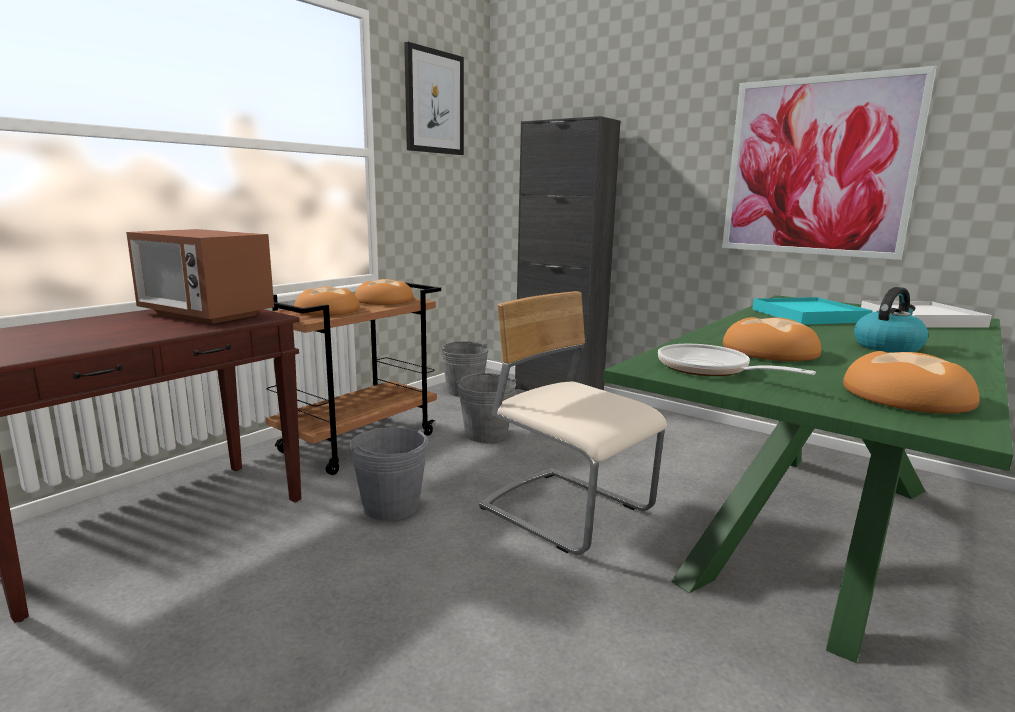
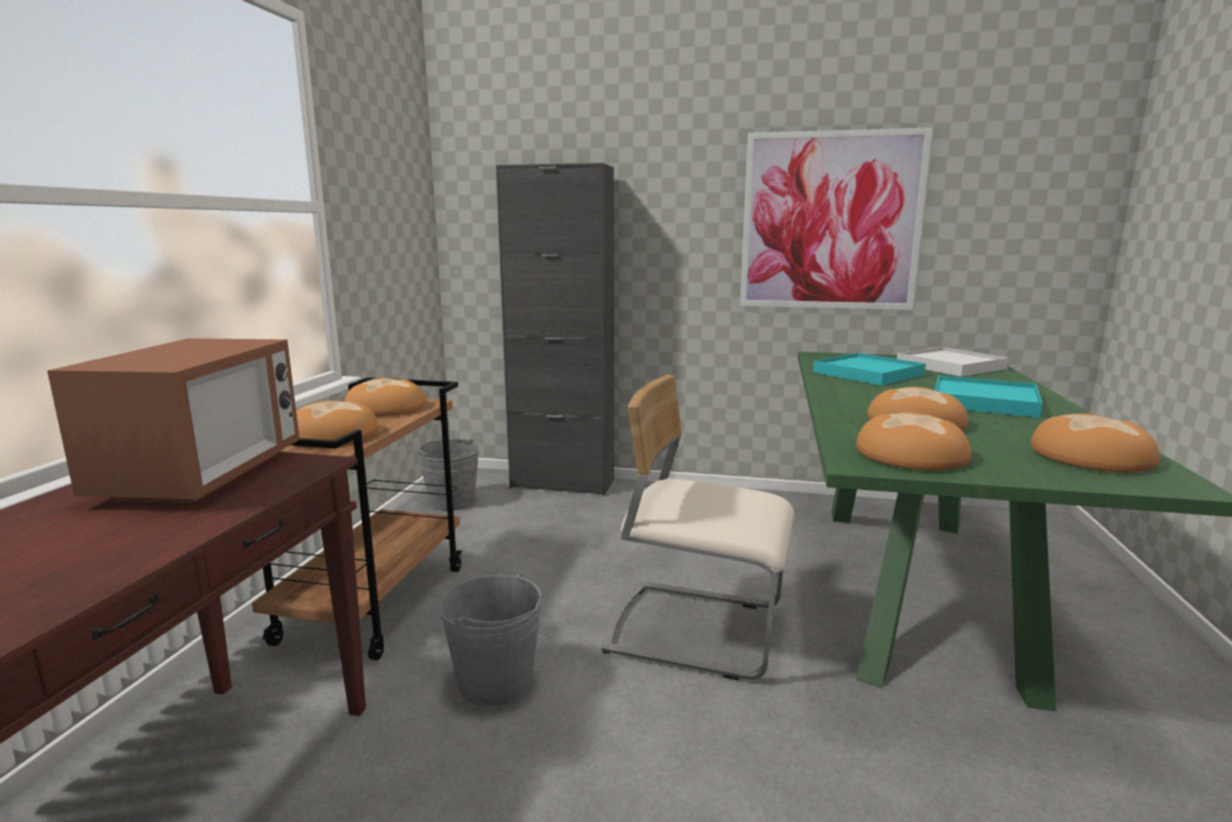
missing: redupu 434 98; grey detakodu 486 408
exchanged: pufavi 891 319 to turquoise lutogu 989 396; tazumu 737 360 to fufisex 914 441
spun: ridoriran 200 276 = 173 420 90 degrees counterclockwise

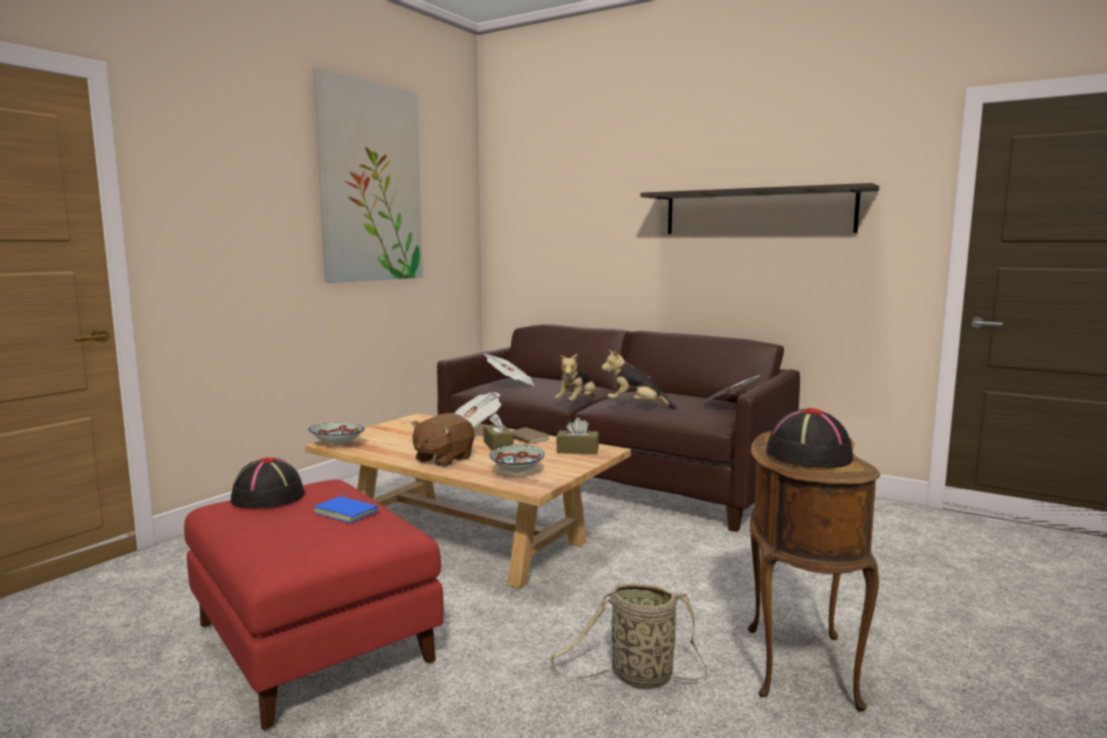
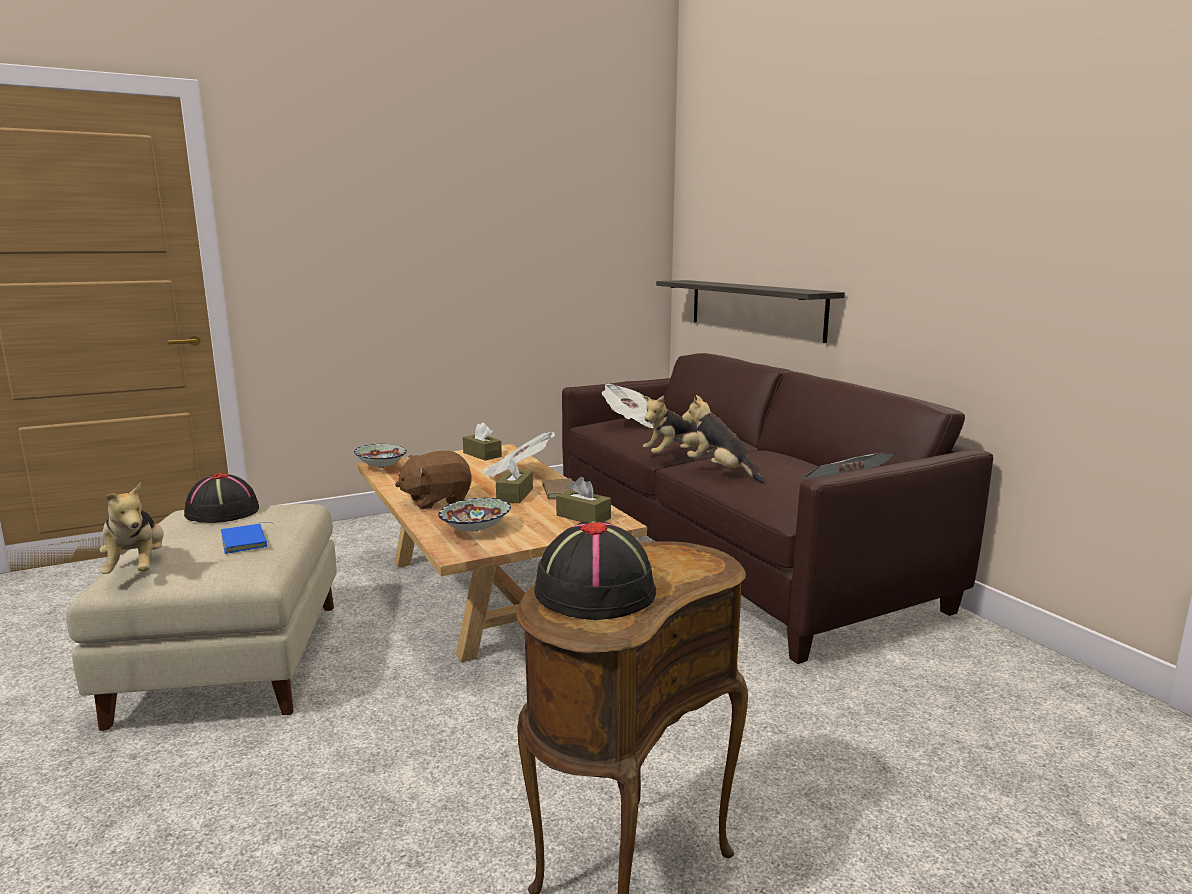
missing: redupu 368 175; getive 628 636
appeared: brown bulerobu 482 441; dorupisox 132 528
relocated: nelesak 760 208 to 750 311
colour: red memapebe 314 604 to beige memapebe 202 617

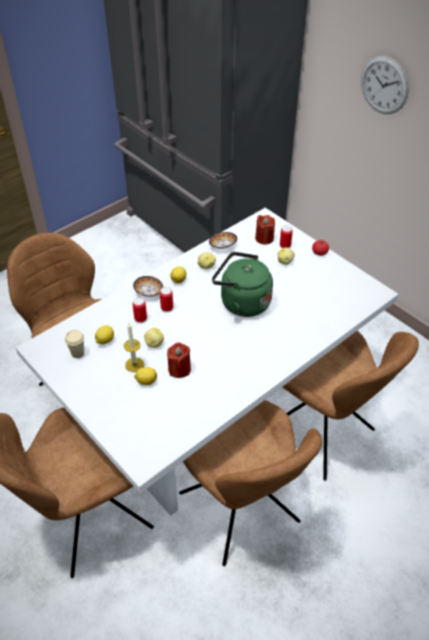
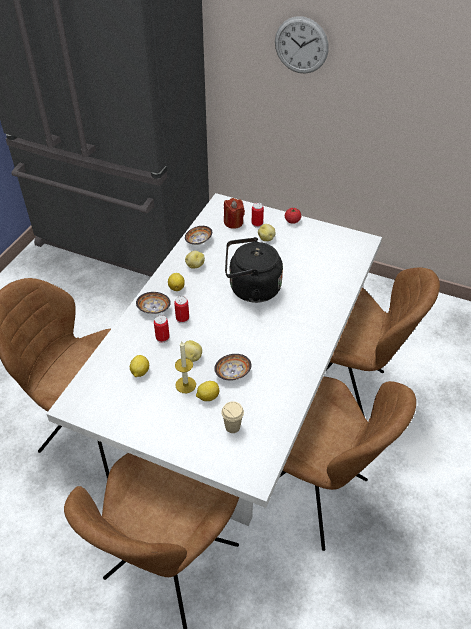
relocated: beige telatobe 74 344 to 232 417
exchanged: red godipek 179 360 to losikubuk 232 367
colour: green pufavi 242 284 to black pufavi 254 270

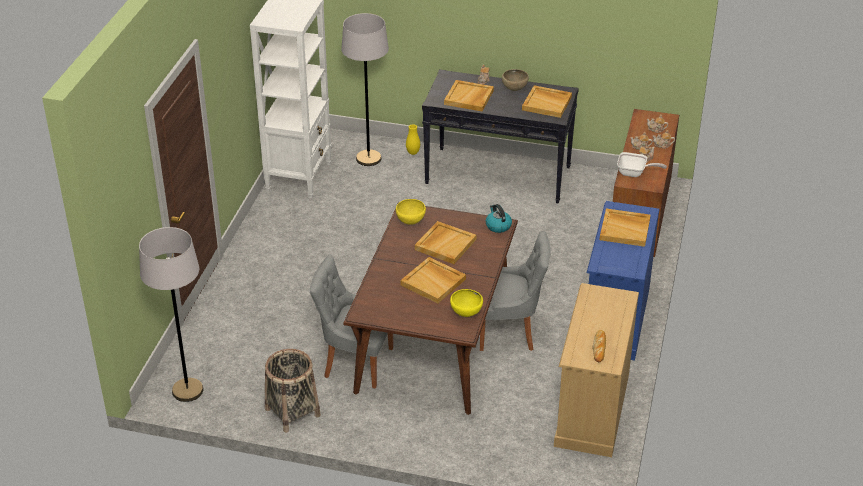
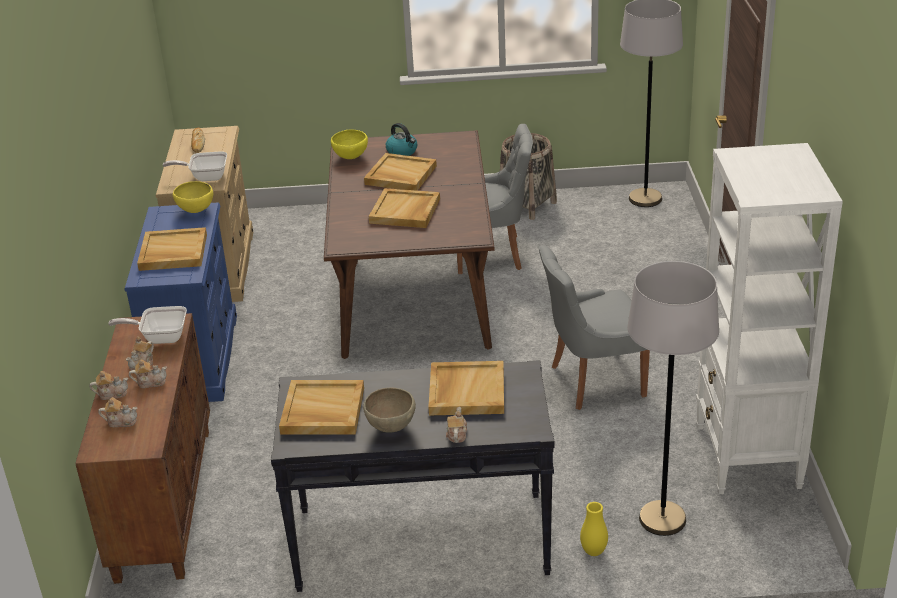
appeared: tazumu 195 166
relocated: yellow losikubuk 411 212 to 193 197; pufavi 499 218 to 401 139; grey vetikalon 515 291 to 594 327

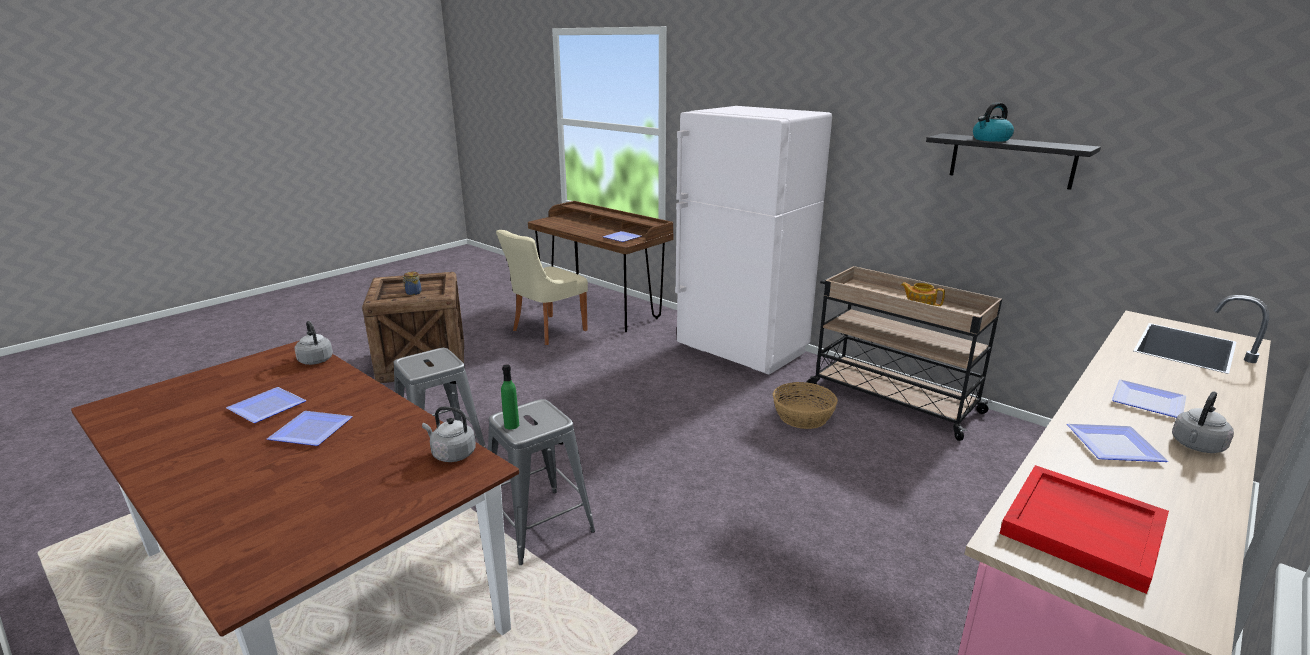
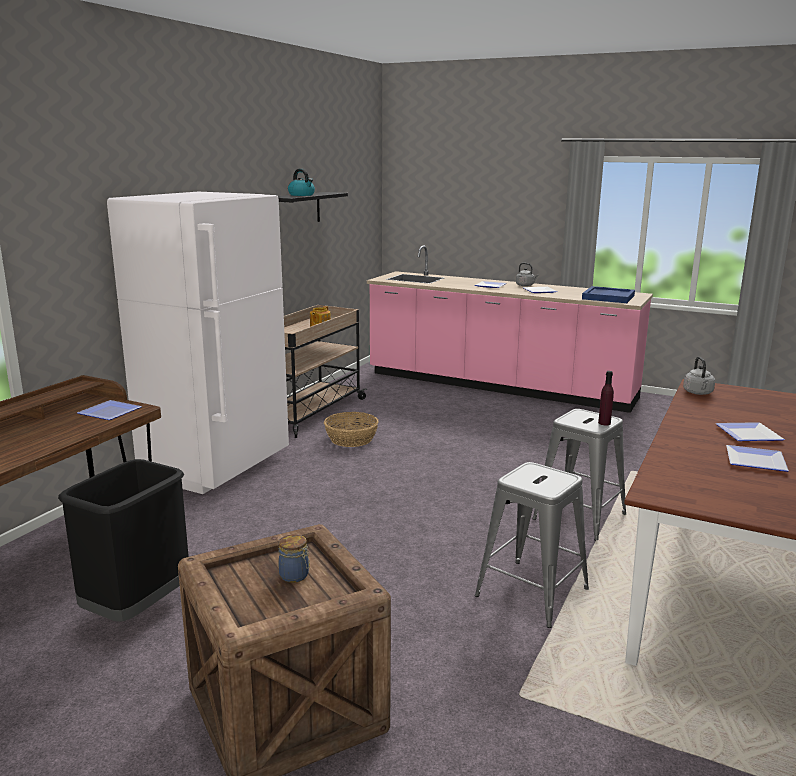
missing: grey pufavi 314 343
exchanged: beige vetikalon 542 287 to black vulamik 123 540
colour: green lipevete 510 396 to purple lipevete 606 398; red lutogu 1084 529 to blue lutogu 608 294

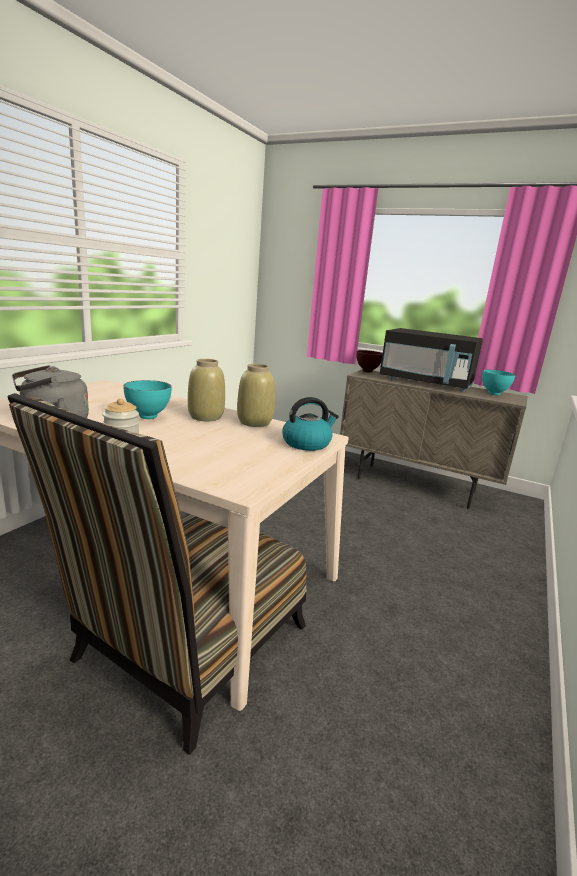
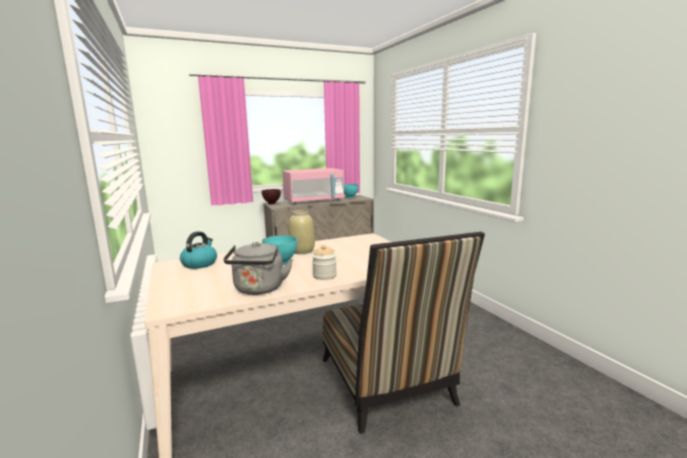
missing: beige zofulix 256 395
relocated: pufavi 310 424 to 198 250
colour: black ridoriran 431 360 to pink ridoriran 313 186

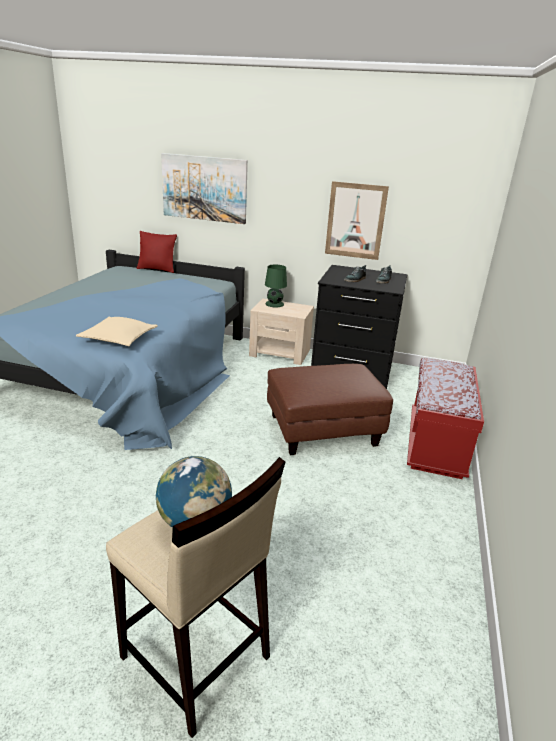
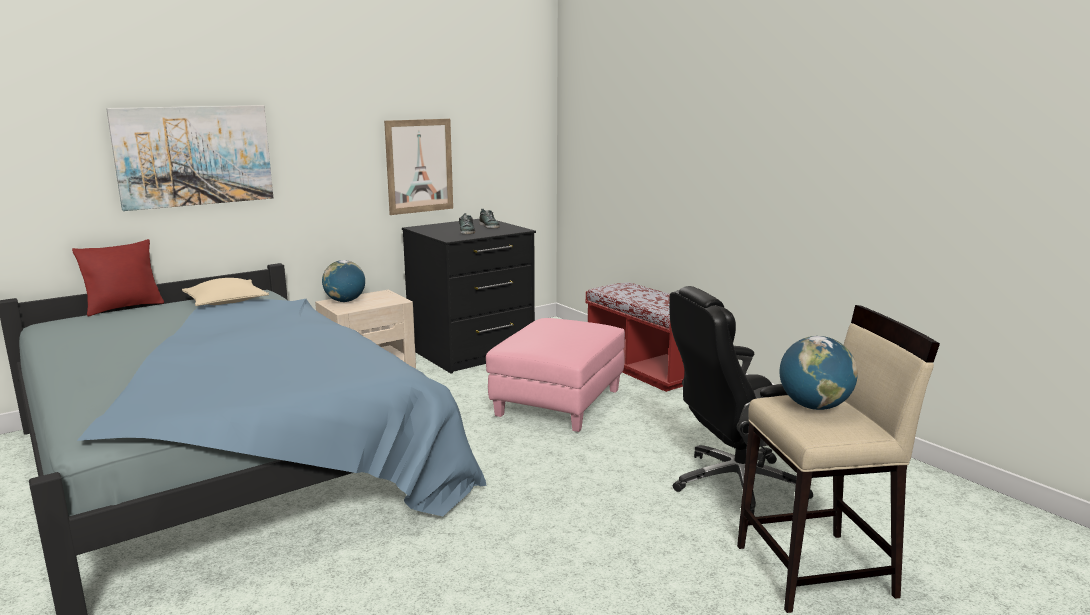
appeared: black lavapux 741 400
relocated: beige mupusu 117 331 to 225 292
exchanged: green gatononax 276 285 to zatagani 343 281
colour: brown memapebe 330 409 to pink memapebe 555 375

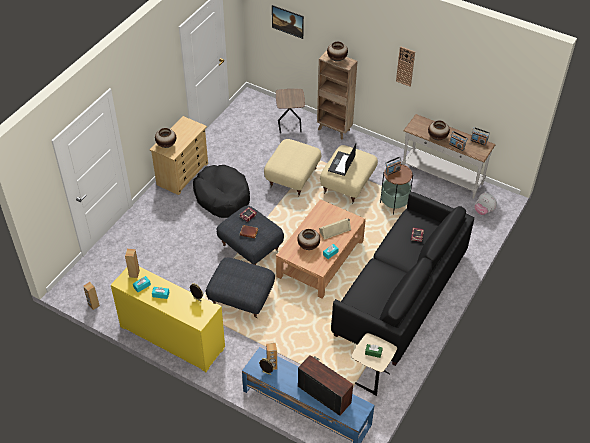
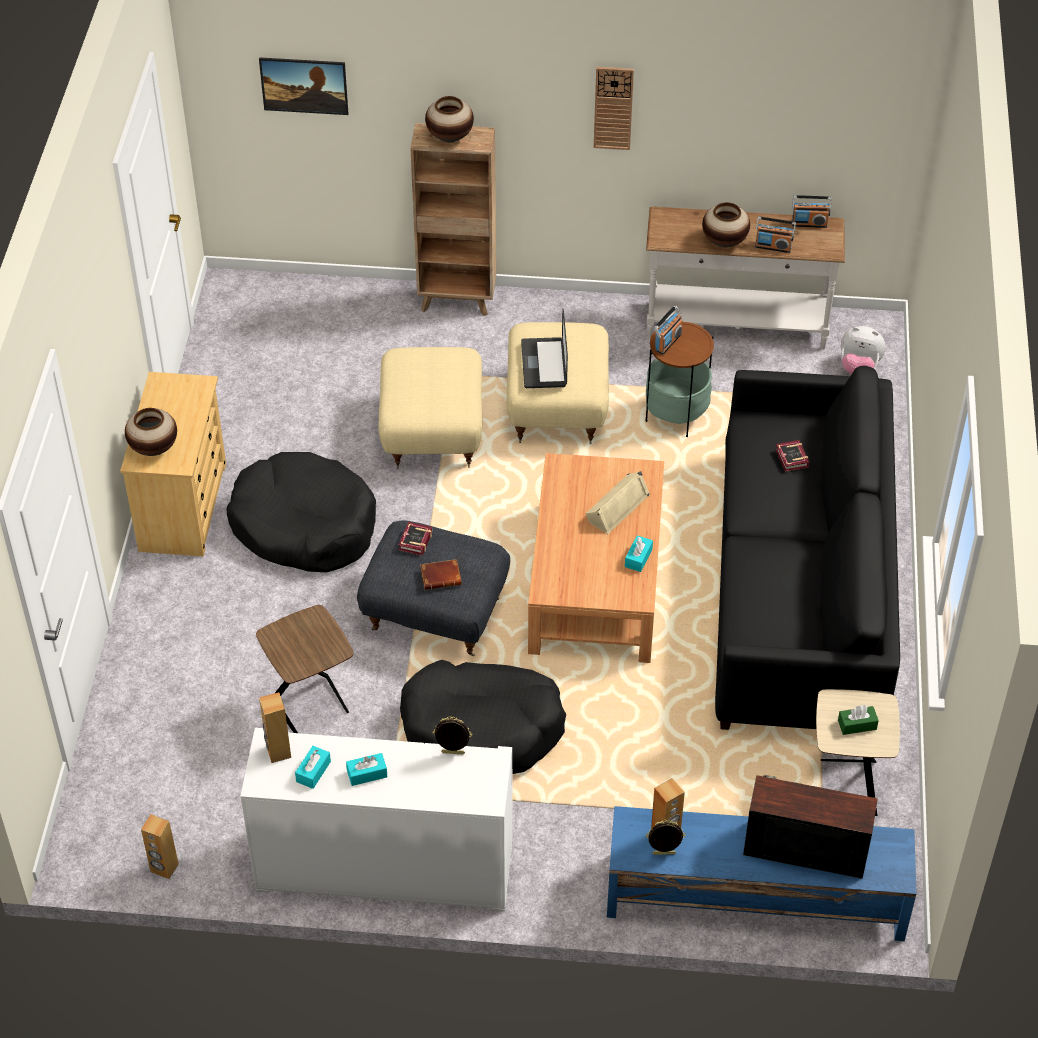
missing: zofulix 308 239
relocated: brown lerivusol 290 111 to 305 669
exchanged: grey memapebe 240 287 to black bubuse 483 717
colour: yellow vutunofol 168 319 to white vutunofol 376 819

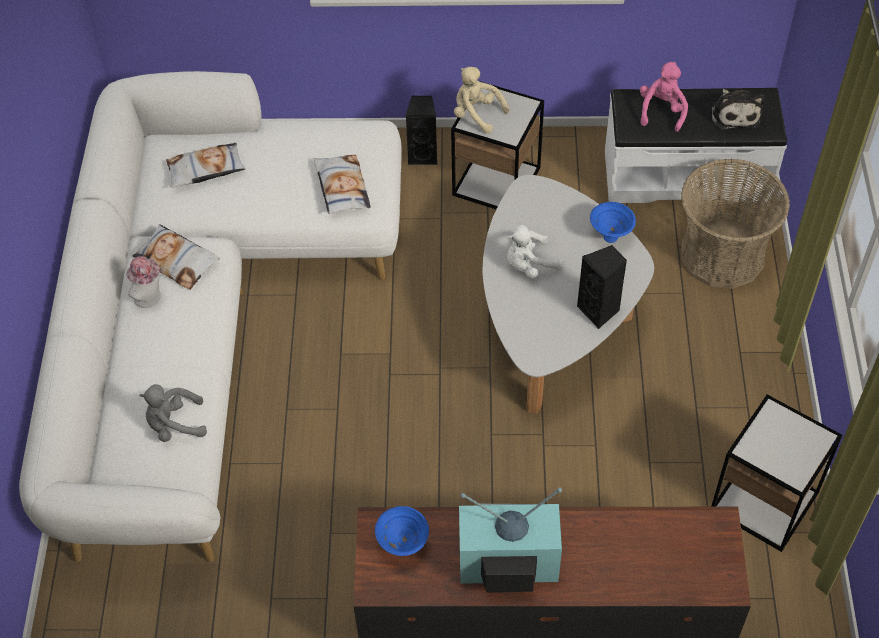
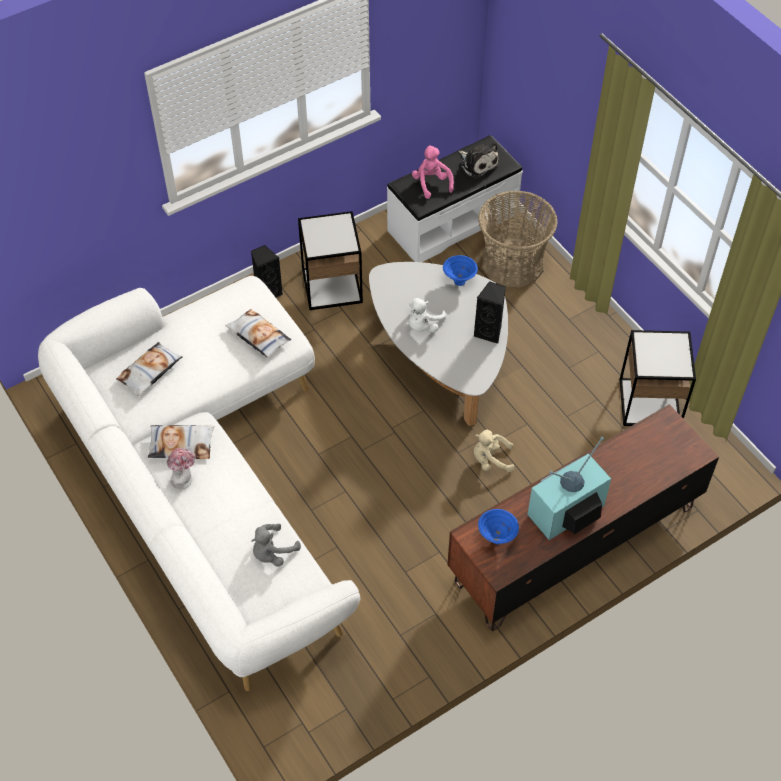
relocated: beige dorupisox 482 100 to 494 451

